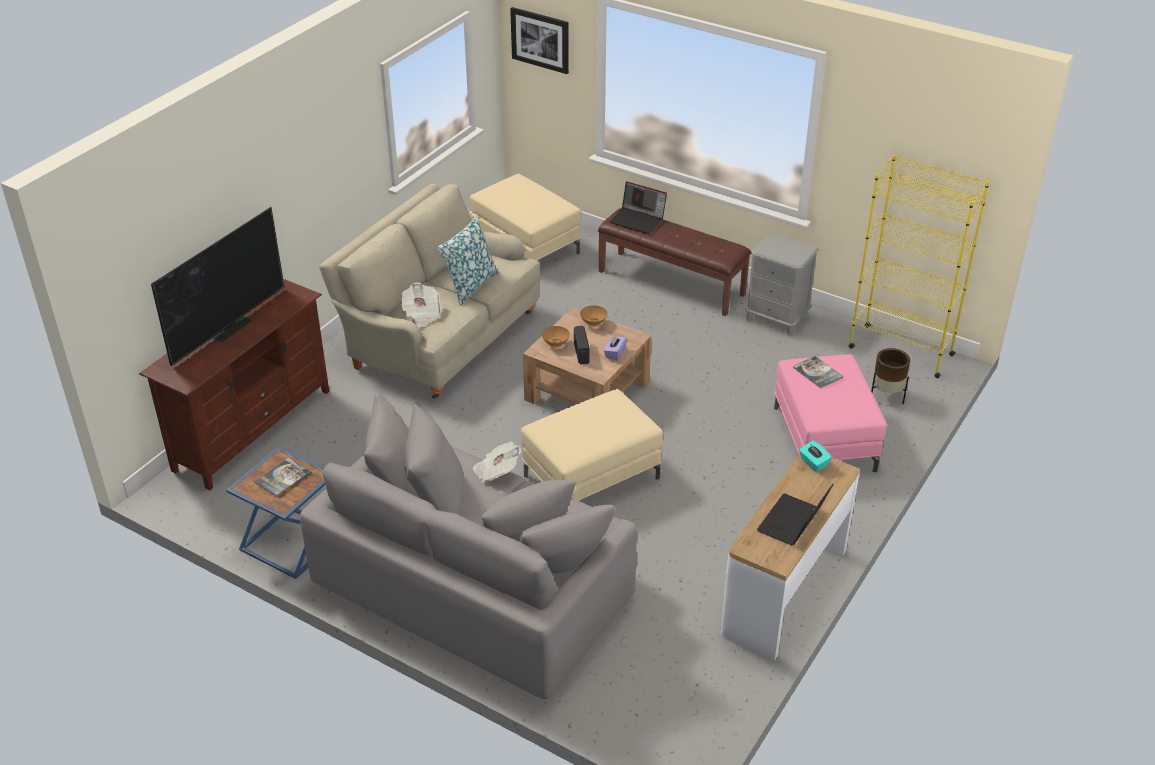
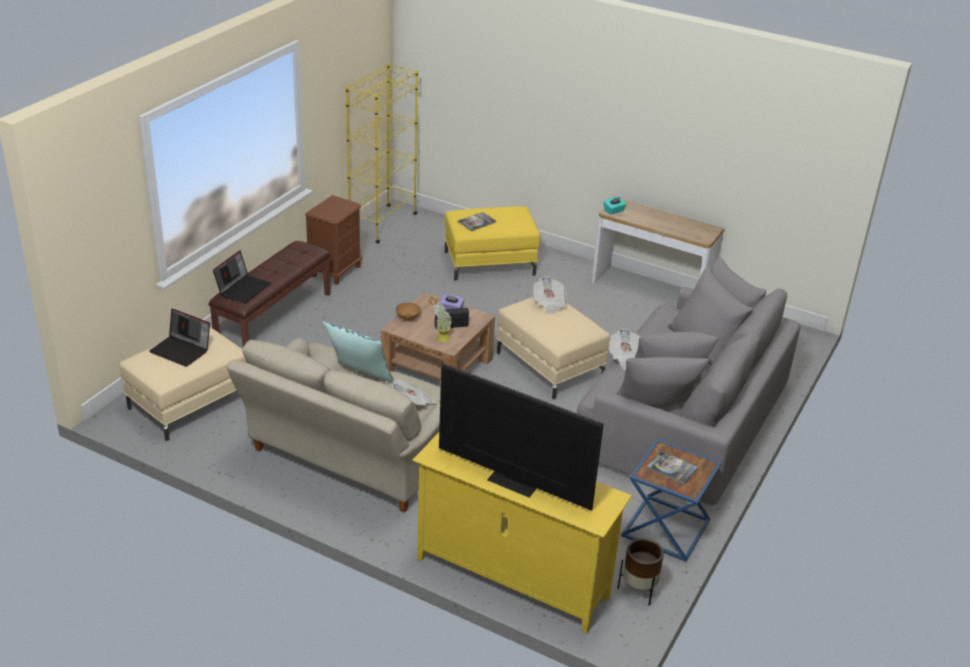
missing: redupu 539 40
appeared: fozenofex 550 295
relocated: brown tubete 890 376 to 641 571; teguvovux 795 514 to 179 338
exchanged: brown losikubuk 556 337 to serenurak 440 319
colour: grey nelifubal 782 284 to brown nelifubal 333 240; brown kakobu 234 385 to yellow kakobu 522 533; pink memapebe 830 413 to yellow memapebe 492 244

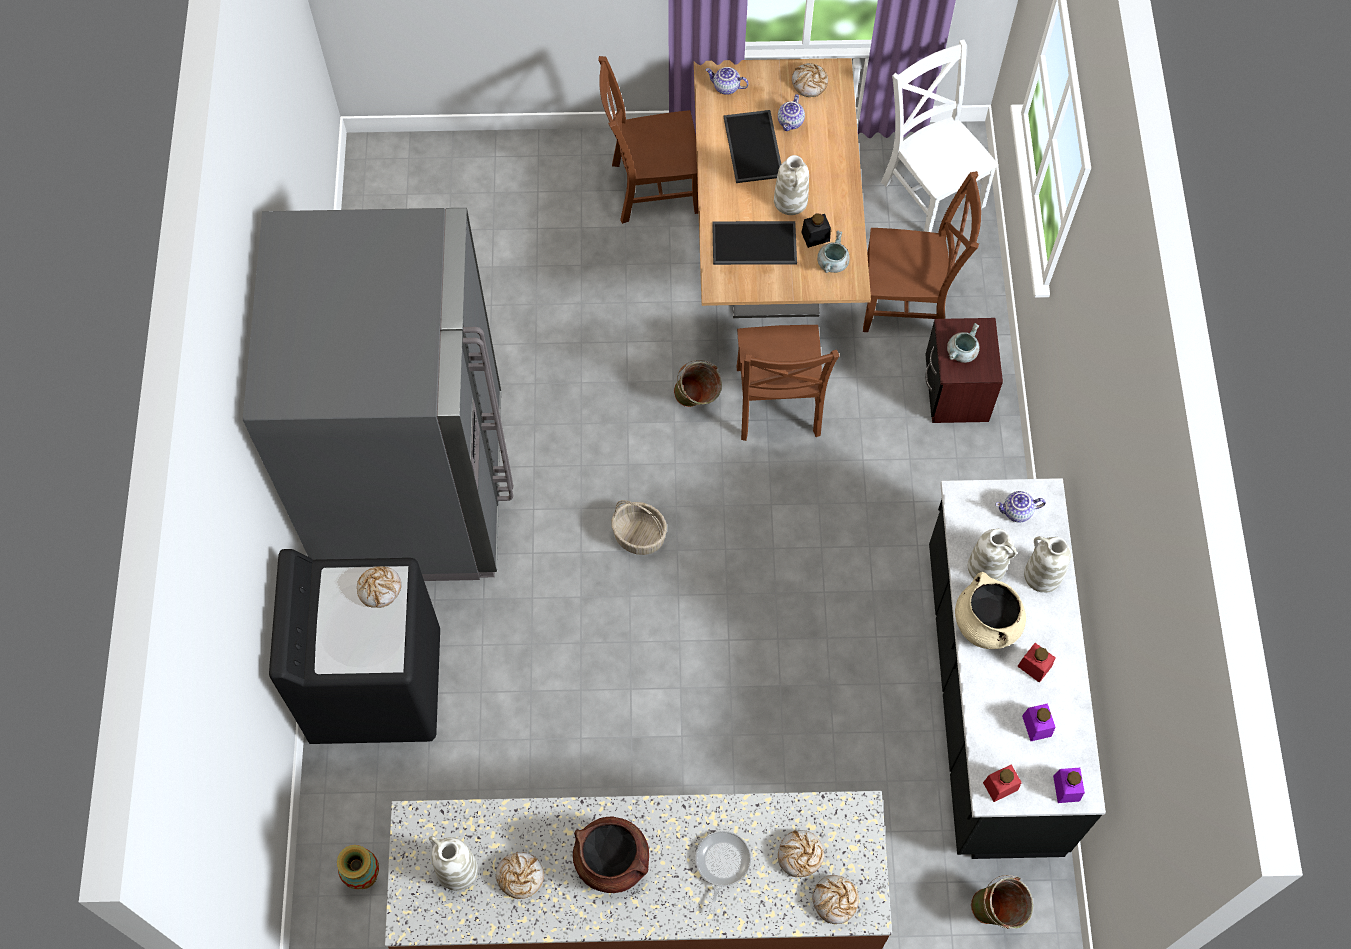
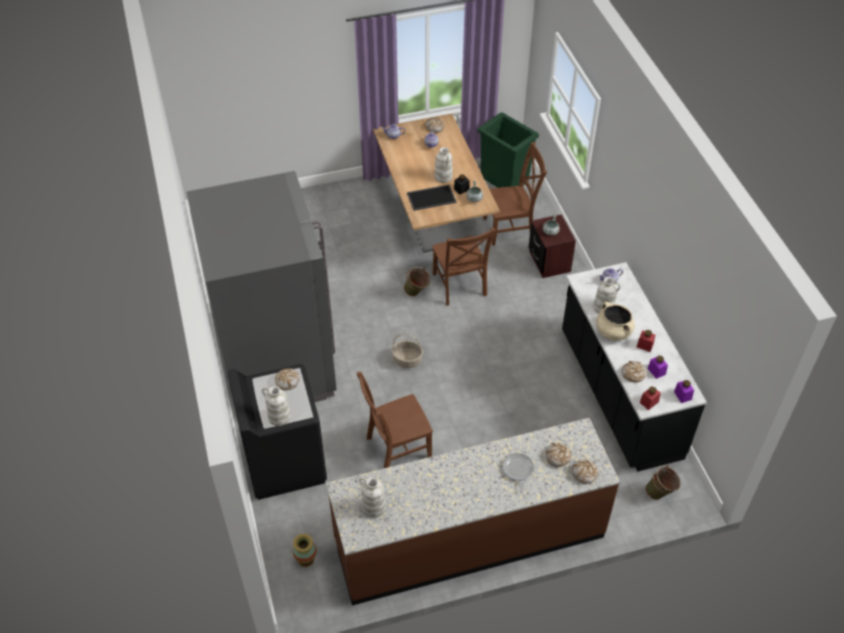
missing: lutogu 752 146; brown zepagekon 611 854
relocated: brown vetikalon 648 140 to 395 420; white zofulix 1047 564 to 276 406; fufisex 520 875 to 634 371
exchanged: white vetikalon 940 135 to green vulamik 508 150

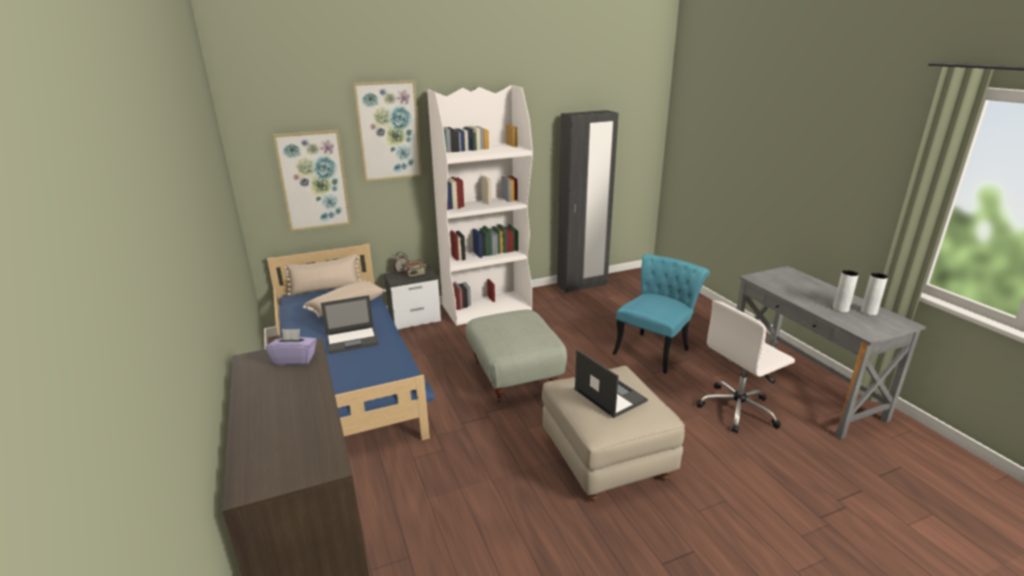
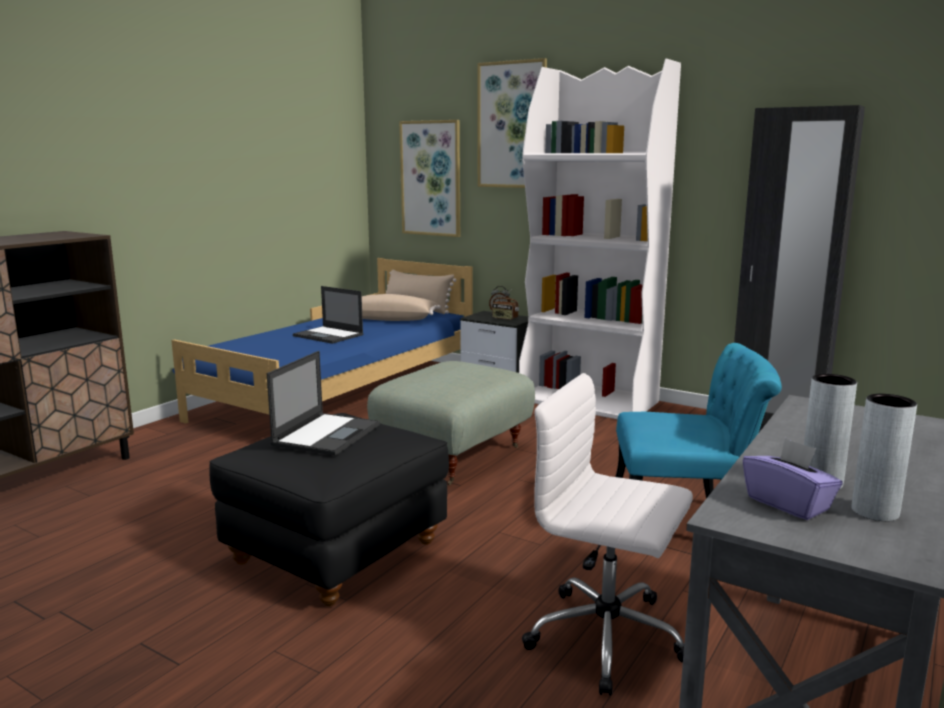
relocated: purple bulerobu 291 347 to 793 479
colour: beige memapebe 613 433 to black memapebe 329 509

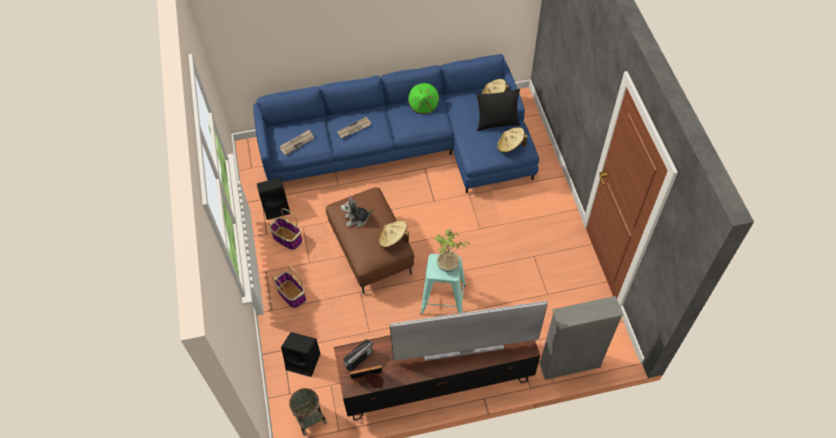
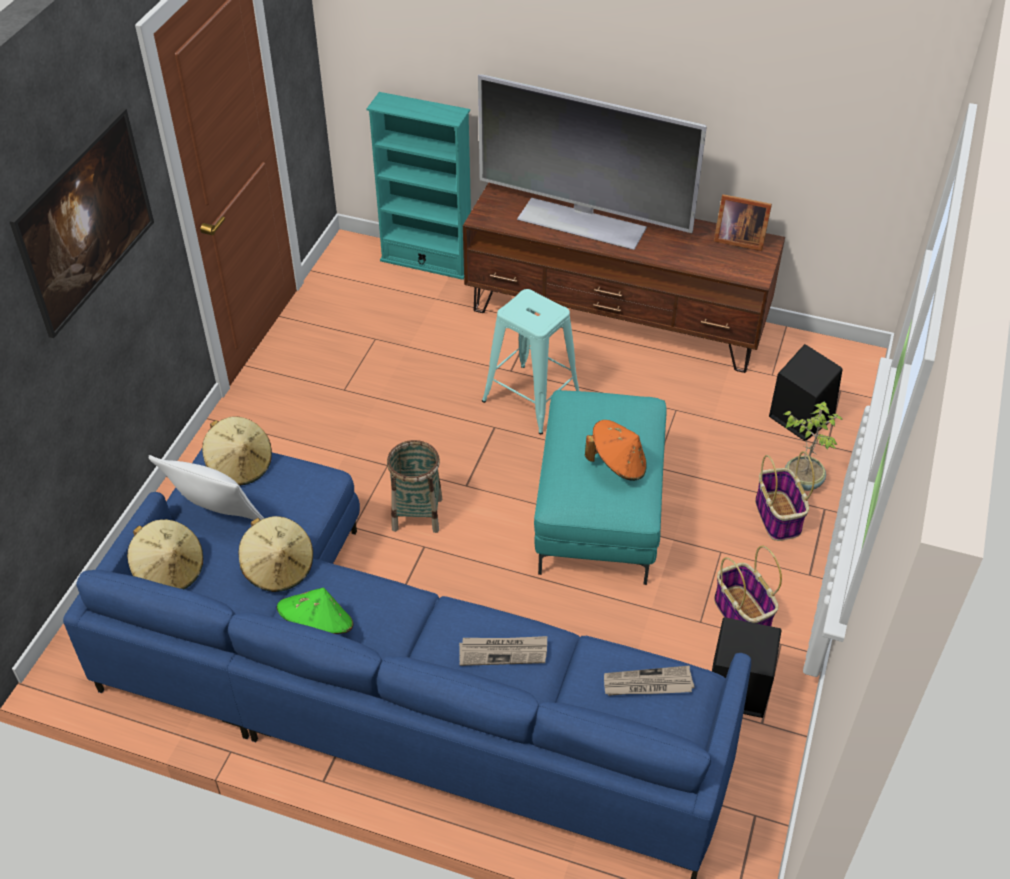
missing: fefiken 358 355
appeared: redupu 81 223
relocated: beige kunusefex 394 234 to 276 554; serenurak 451 250 to 813 446; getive 308 411 to 414 486
exchanged: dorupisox 357 211 to orange kunusefex 616 450
colour: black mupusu 498 110 to white mupusu 206 487; brown memapebe 370 240 to turquoise memapebe 600 487; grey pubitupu 581 338 to turquoise pubitupu 419 186

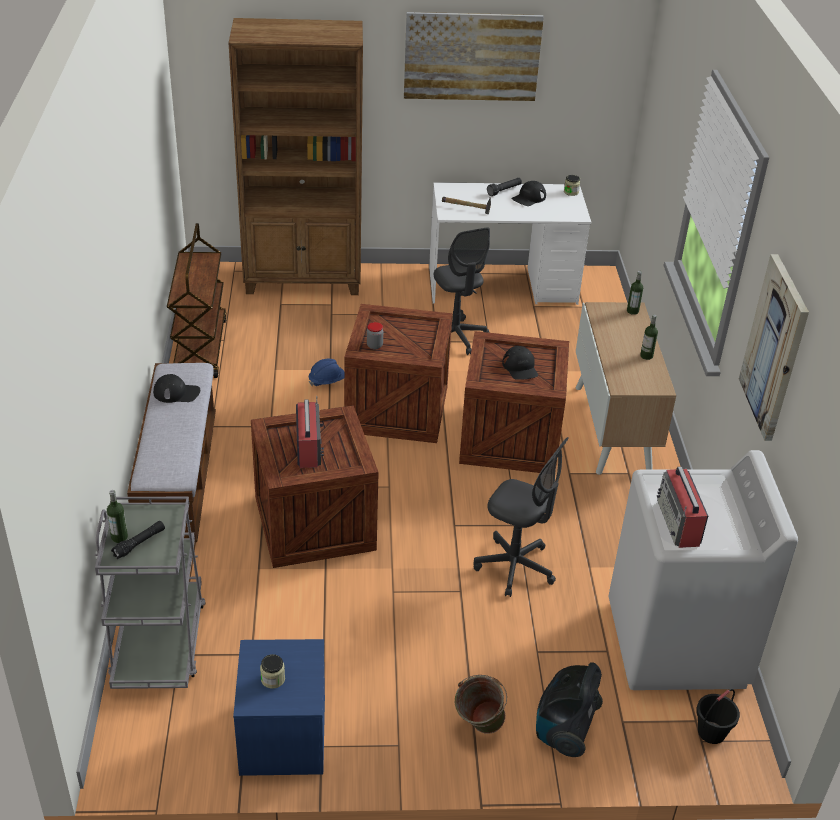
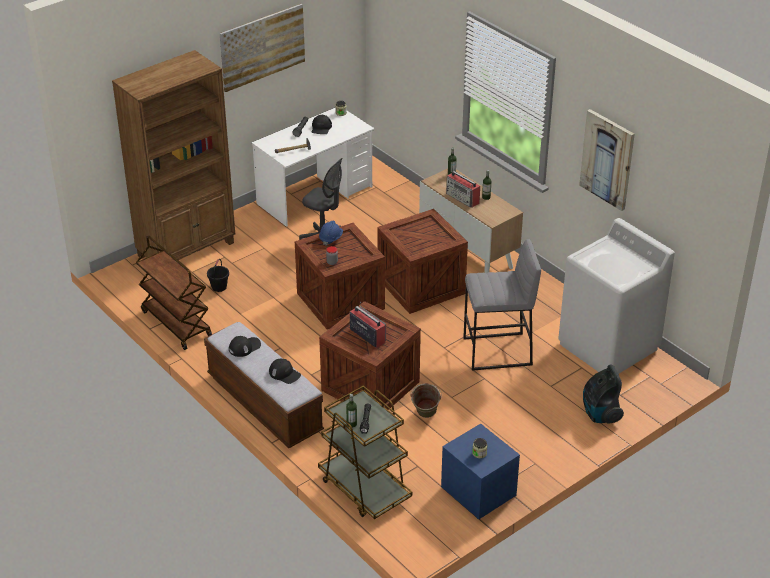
relocated: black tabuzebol 520 363 to 285 371; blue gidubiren 326 372 to 331 233; fefiken 682 507 to 463 189; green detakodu 481 704 to 426 400; black detakodu 718 716 to 218 275
exchanged: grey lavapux 521 517 to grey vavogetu 502 305
colour: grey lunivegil 150 593 to brown lunivegil 365 452

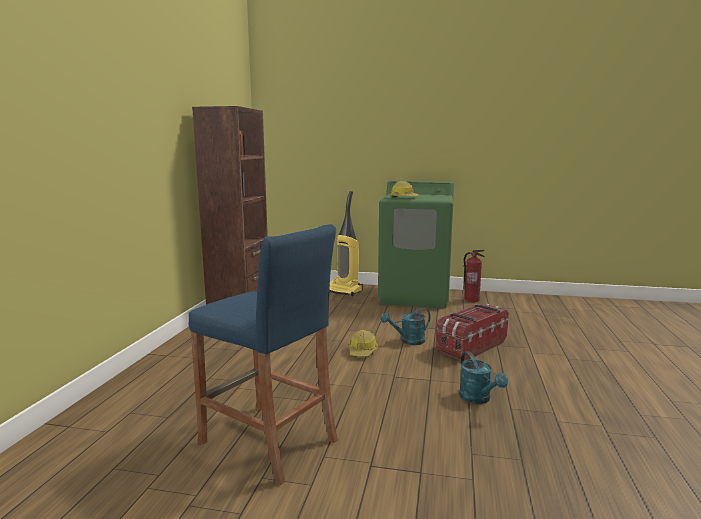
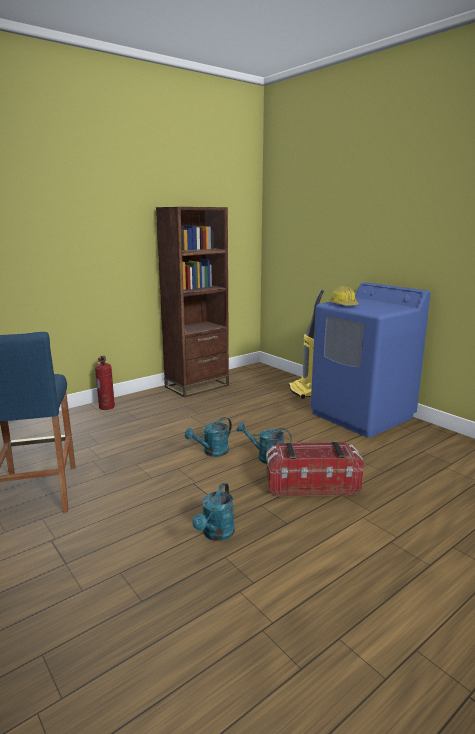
relocated: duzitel 473 276 to 105 383
exchanged: gidubiren 363 343 to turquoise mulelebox 208 437
colour: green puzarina 416 245 to blue puzarina 371 360

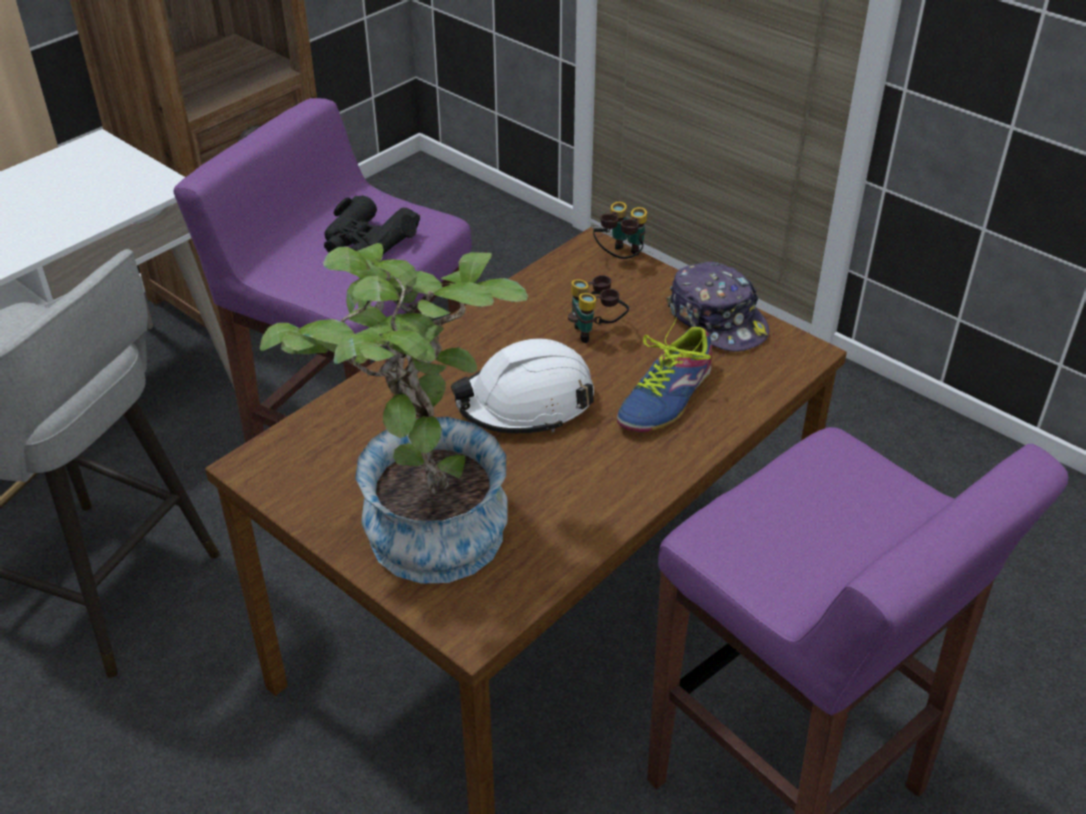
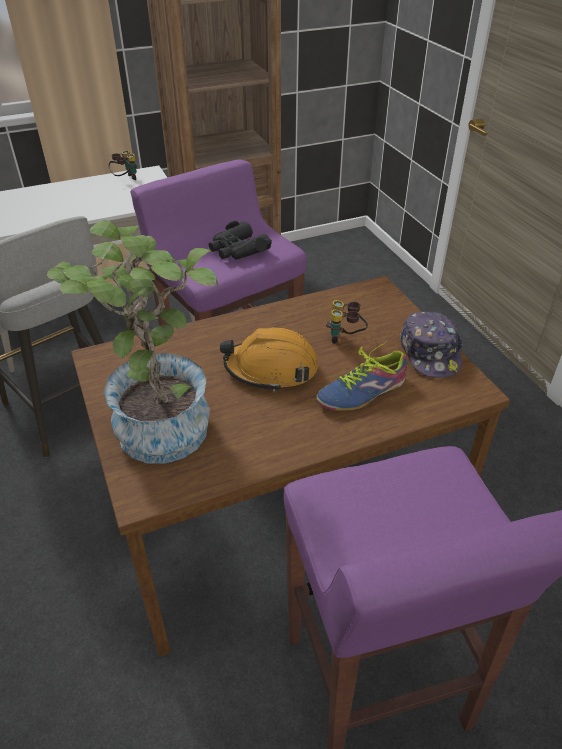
relocated: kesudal 620 230 to 123 165
colour: white gidubiren 522 386 to orange gidubiren 269 359

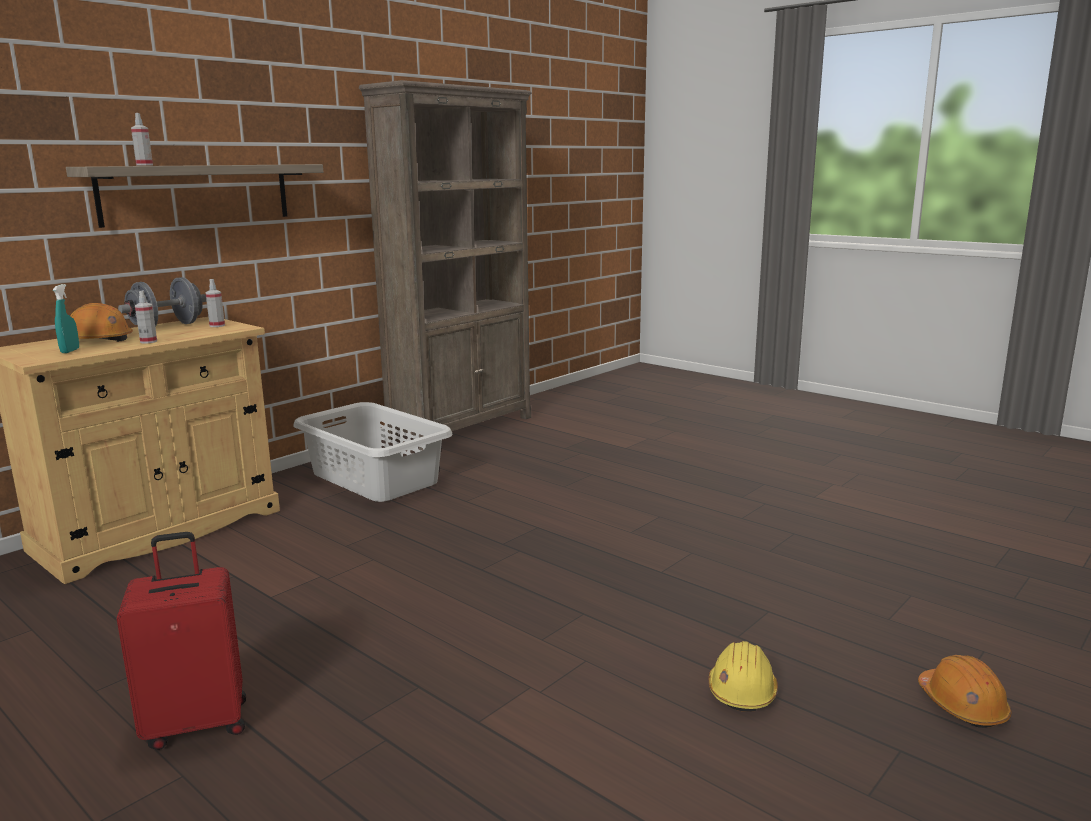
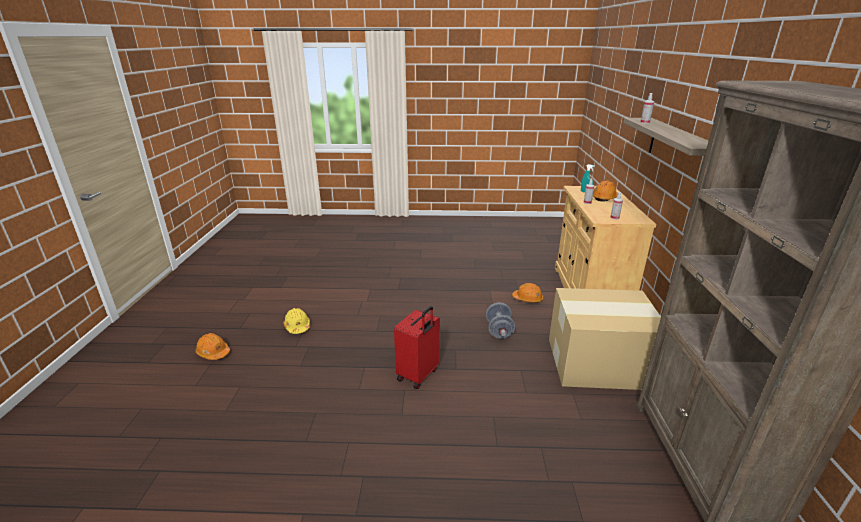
appeared: orange gidubiren 527 293
relocated: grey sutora 162 302 to 500 320; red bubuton 181 641 to 417 347
exchanged: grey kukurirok 373 452 to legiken 605 339

